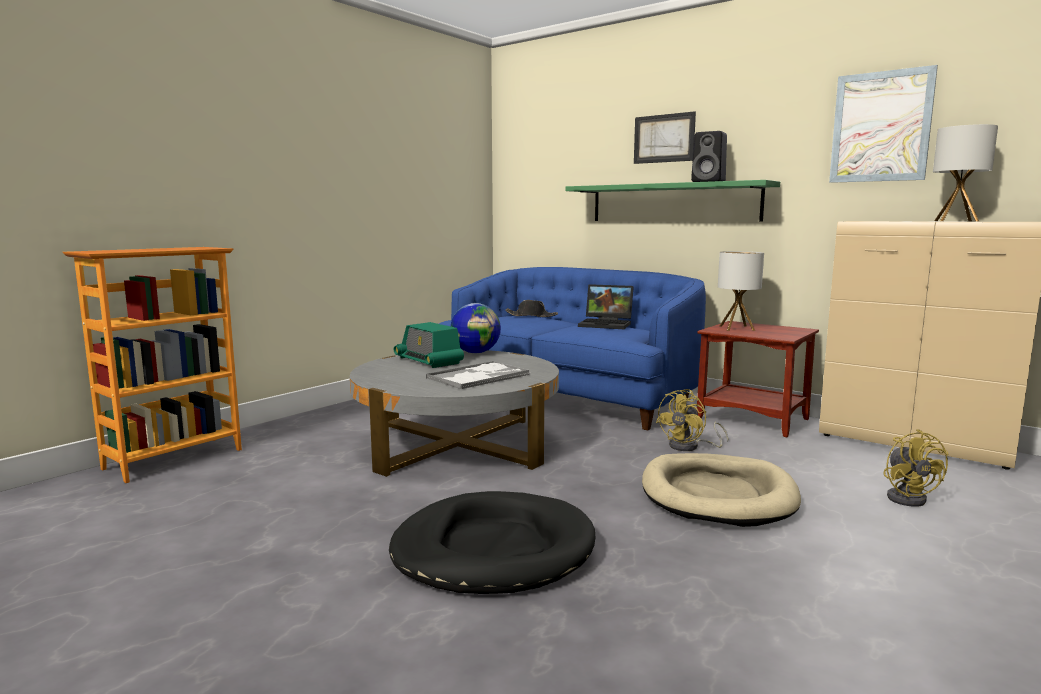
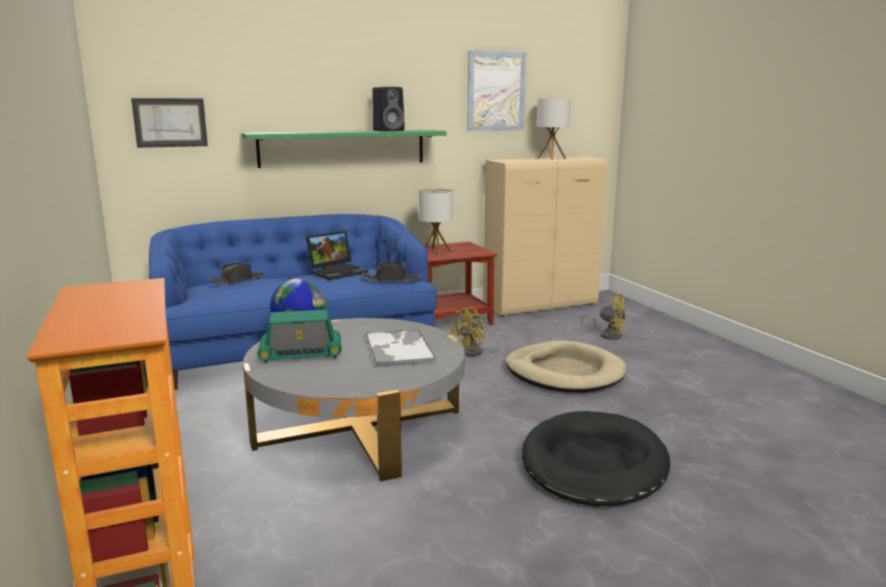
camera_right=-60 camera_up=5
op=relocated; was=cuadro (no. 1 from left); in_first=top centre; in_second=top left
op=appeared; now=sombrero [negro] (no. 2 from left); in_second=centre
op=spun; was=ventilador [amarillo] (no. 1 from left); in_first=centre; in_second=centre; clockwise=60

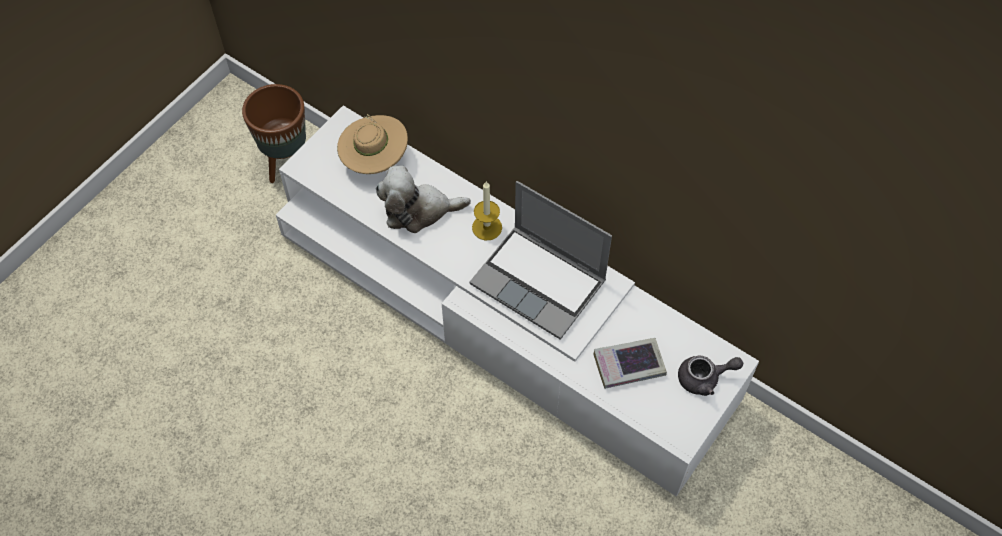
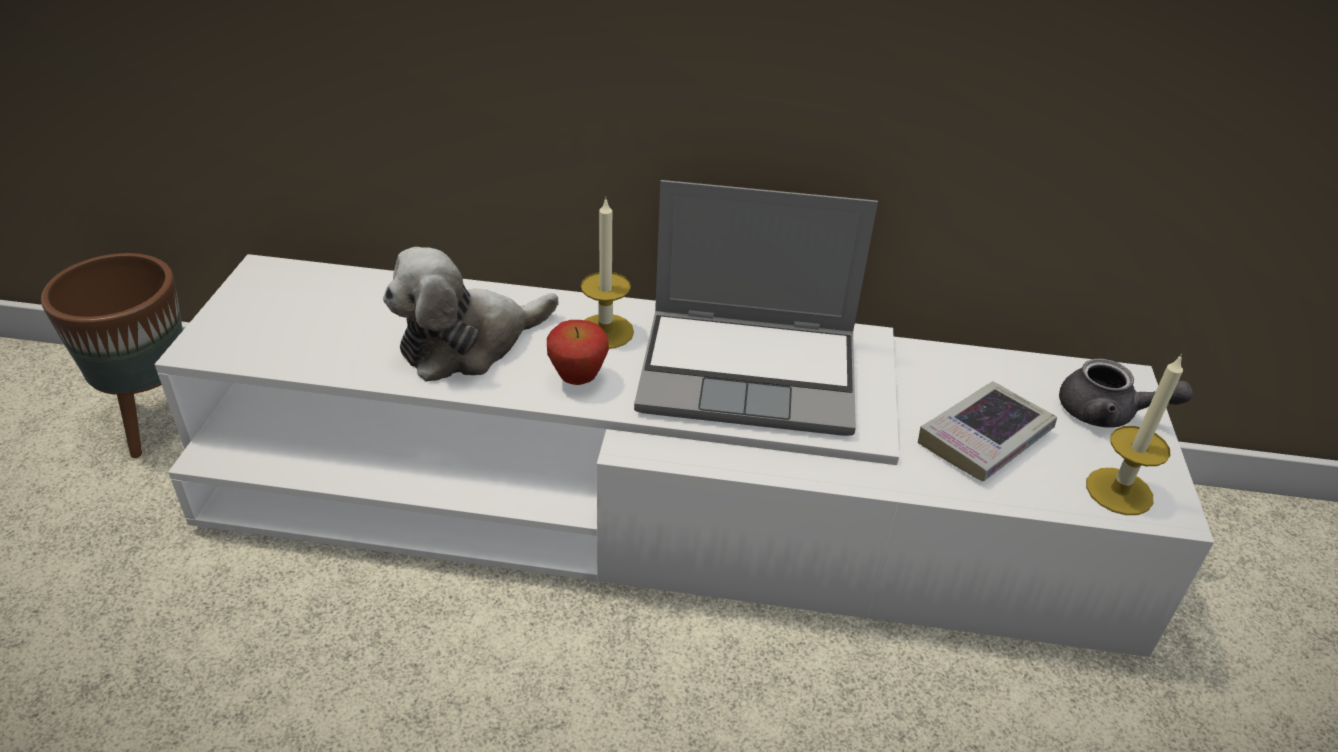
camera_right=-30 camera_up=-20
op=appeared; now=manzana; in_second=centre
op=spun; was=tetera [gris]; in_first=bottom right; in_second=middle right; clockwise=60
op=appeared; now=vela (no. 2 from left); in_second=middle right
op=missing; was=sombrero [beis]; in_first=top centre

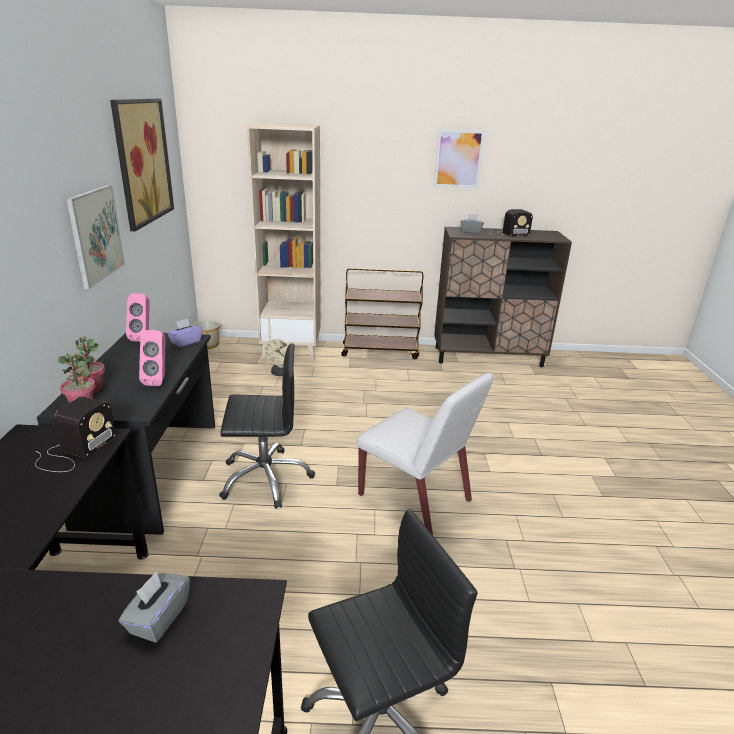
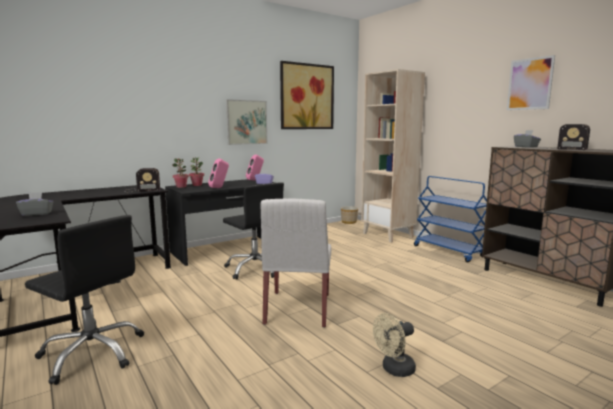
camera_right=55 camera_up=-15
op=relocated; was=ventilador [beis]; in_first=centre; in_second=bottom centre
op=colour; was=carrito [marrón]; now=carrito [azul]; in_first=centre; in_second=middle right

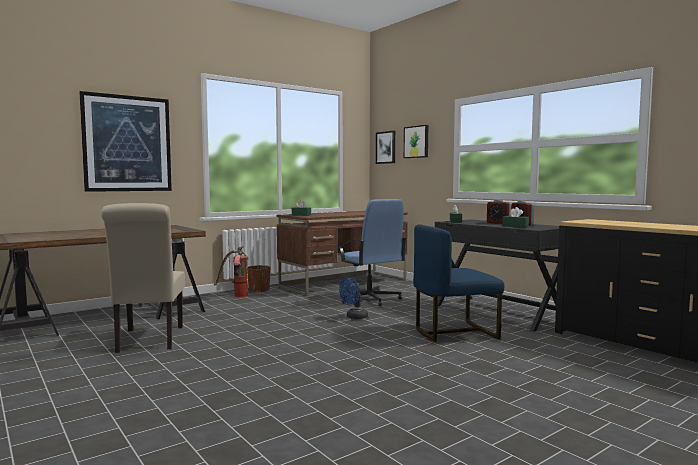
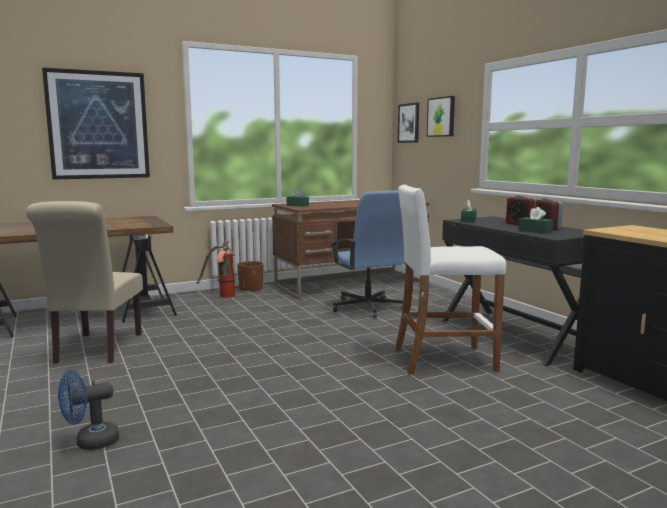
camera_right=10 camera_up=5
op=relocated; was=ventilador [azul]; in_first=centre; in_second=bottom left
op=exchanged; was=silla [azul]; now=taburete [blanco]; in_first=centre; in_second=middle right

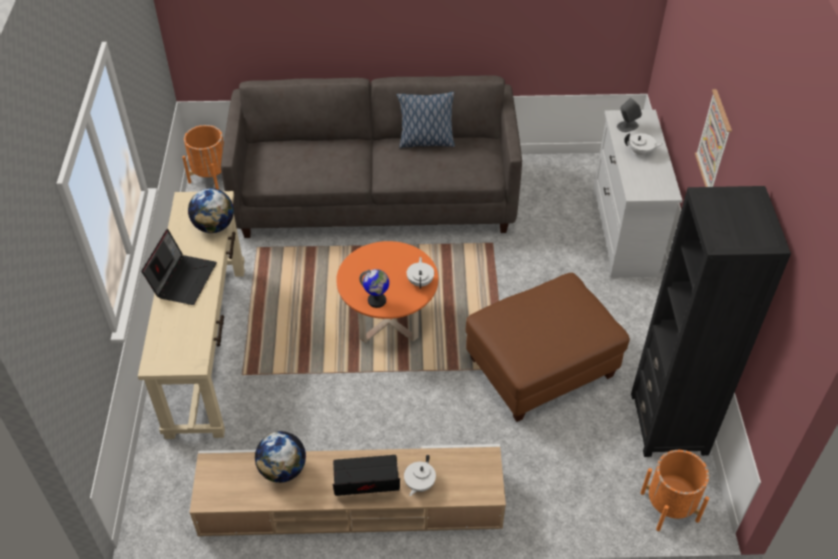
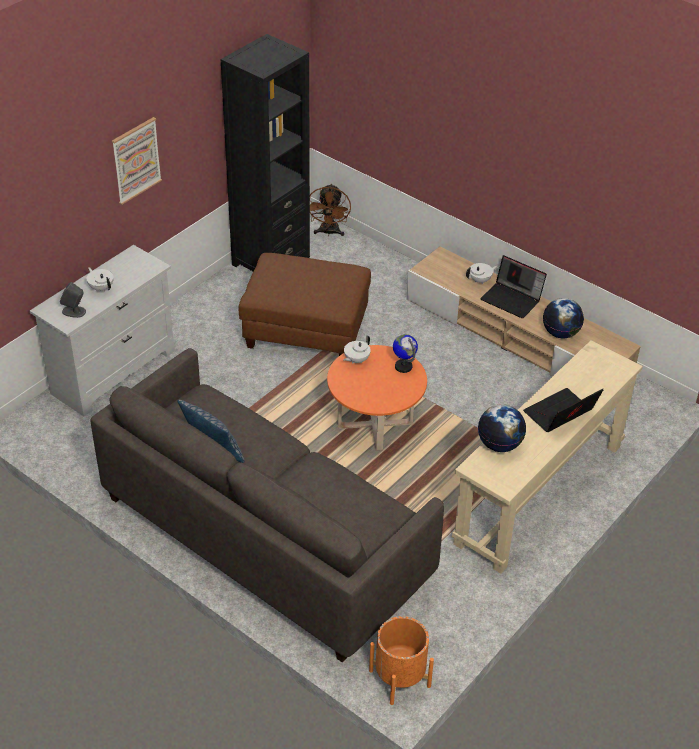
camera_right=-140 camera_up=-5
op=exchanged; was=maceta [naranja] (no. 2 from left); now=ventilador [marrón]; in_first=bottom right; in_second=top centre

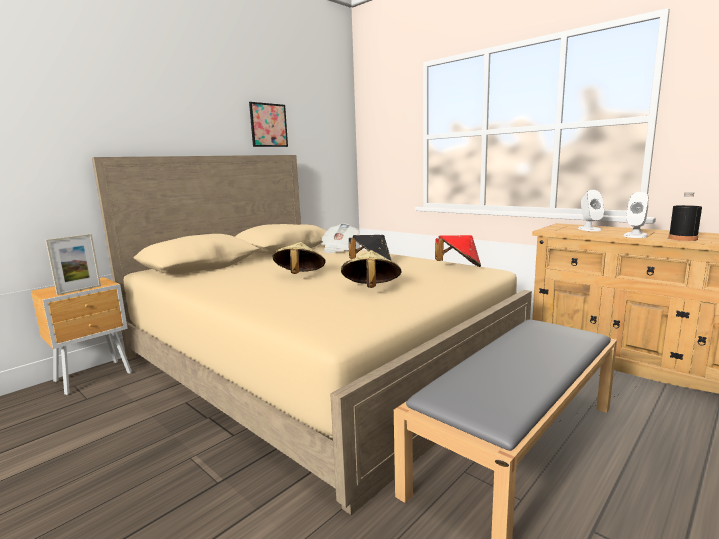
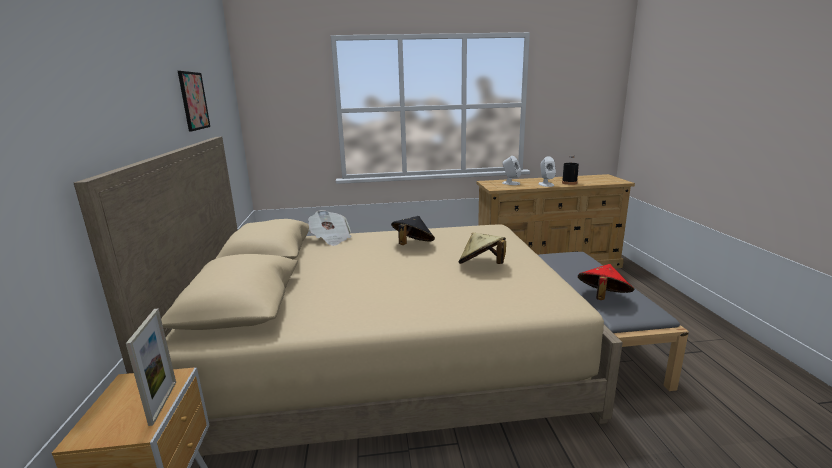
camera_right=-50 camera_up=5
op=relocated; was=sombrero [rojo]; in_first=centre; in_second=middle right
op=missing; was=sombrero [beis] (no. 1 from left); in_first=centre

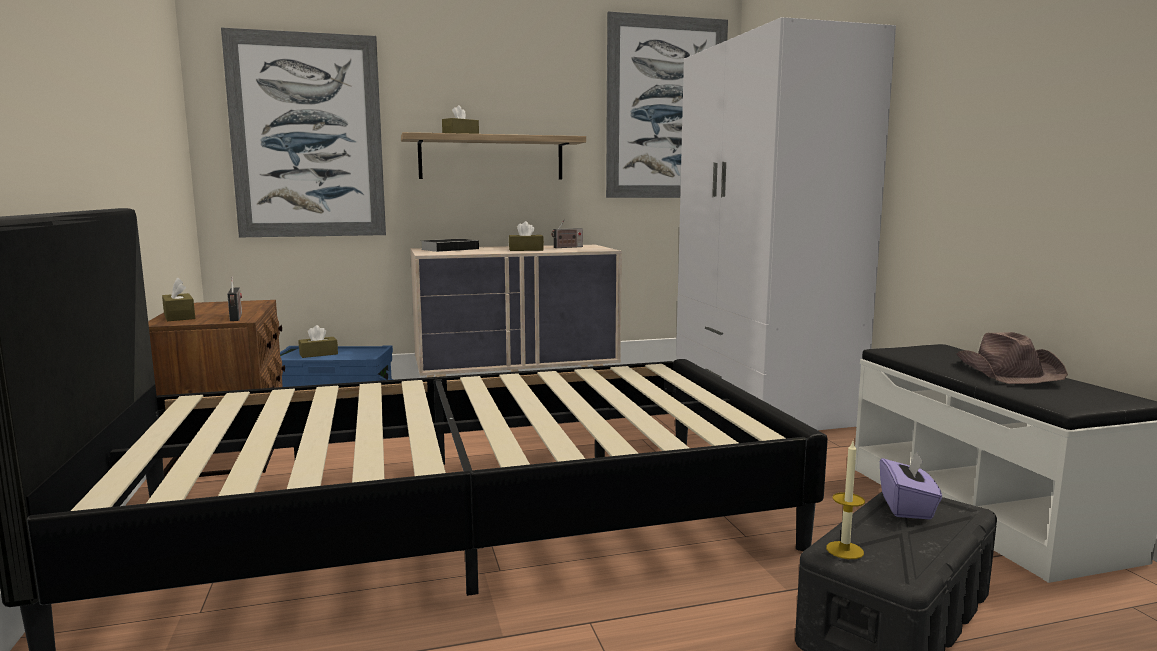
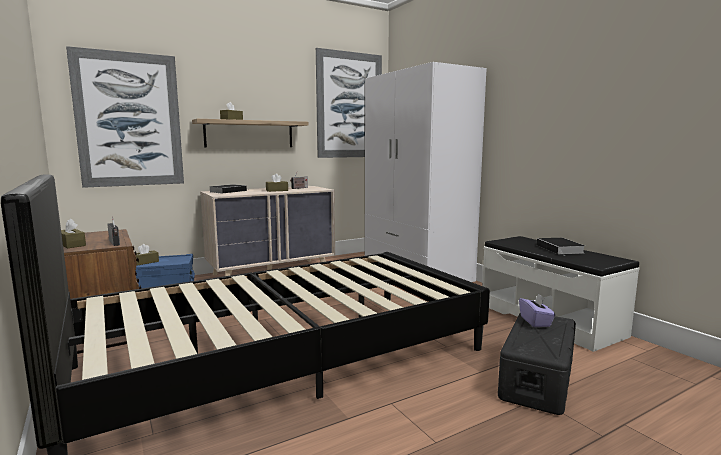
camera_right=-15 camera_up=0
op=exchanged; was=sombrero [marrón]; now=libro (no. 2 from left); in_first=middle right; in_second=middle right
op=missing; was=vela; in_first=bottom right

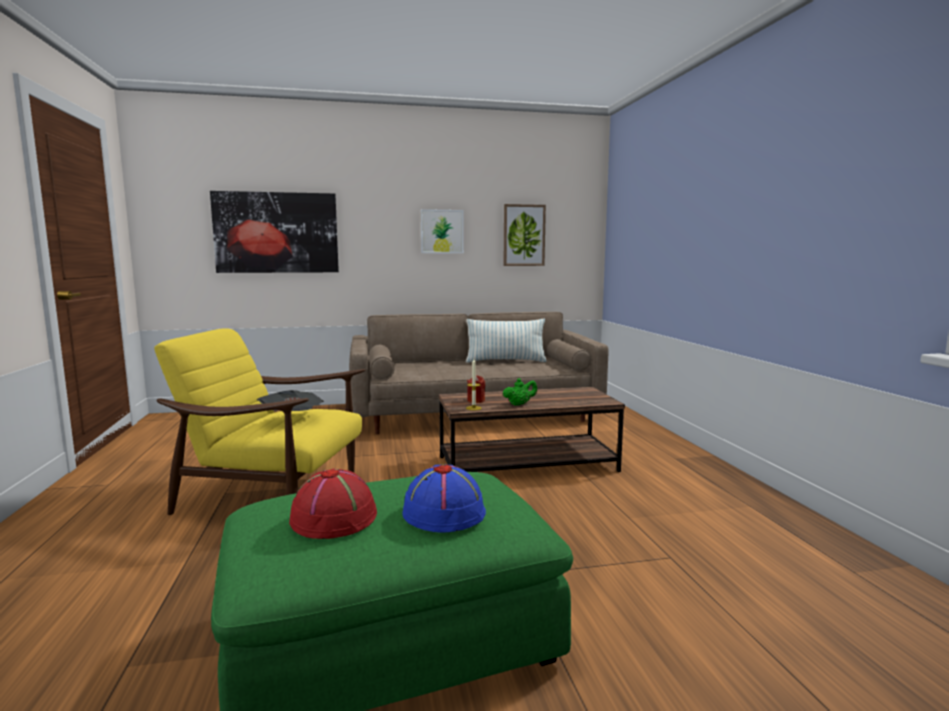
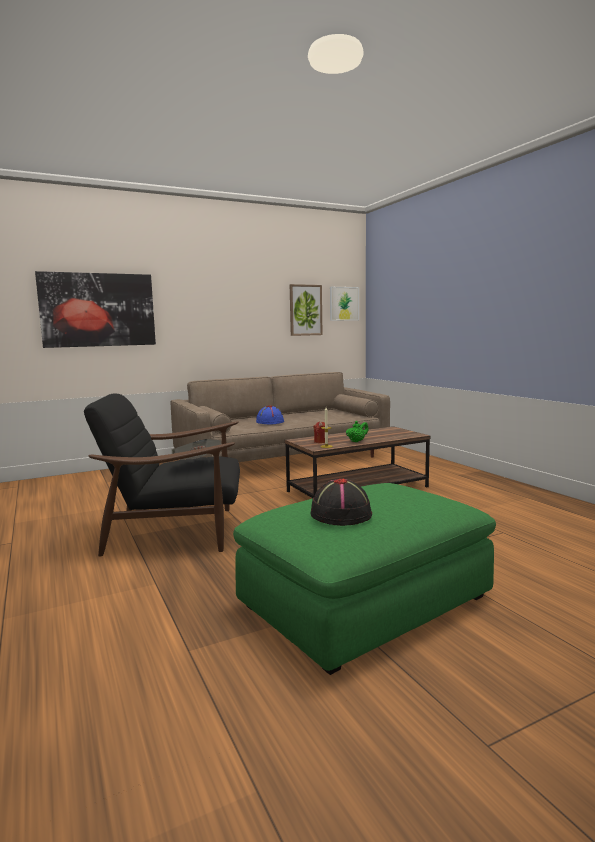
camera_right=-15 camera_up=0
op=colour; was=sillón [amarillo]; now=sillón [negro]; in_first=middle left; in_second=middle left
op=relocated; was=sombrero [azul]; in_first=bottom centre; in_second=centre
op=colour; was=sombrero [rojo]; now=sombrero [negro]; in_first=bottom centre; in_second=centre
op=relocated; was=cuadro (no. 2 from left in the first image); now=cuadro (no. 3 from left); in_first=top centre; in_second=centre
op=missing; was=cojín; in_first=centre

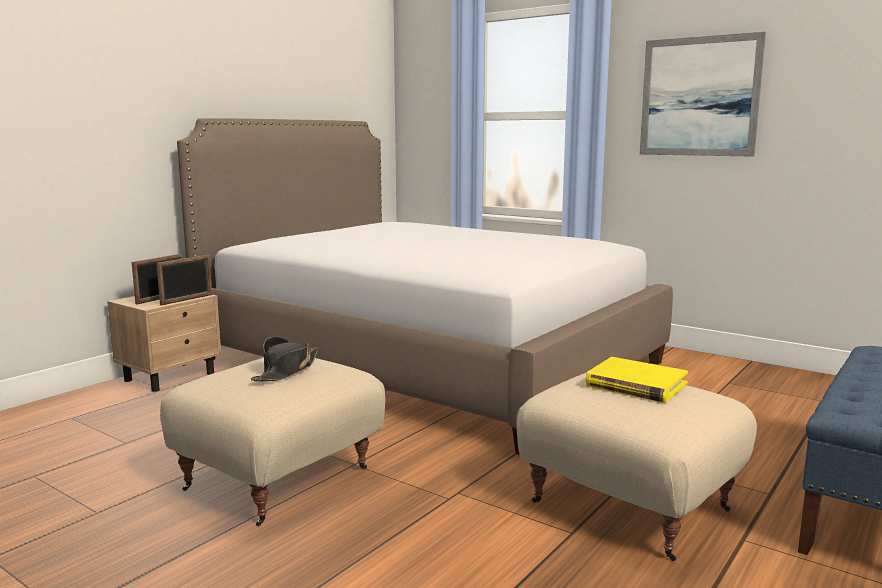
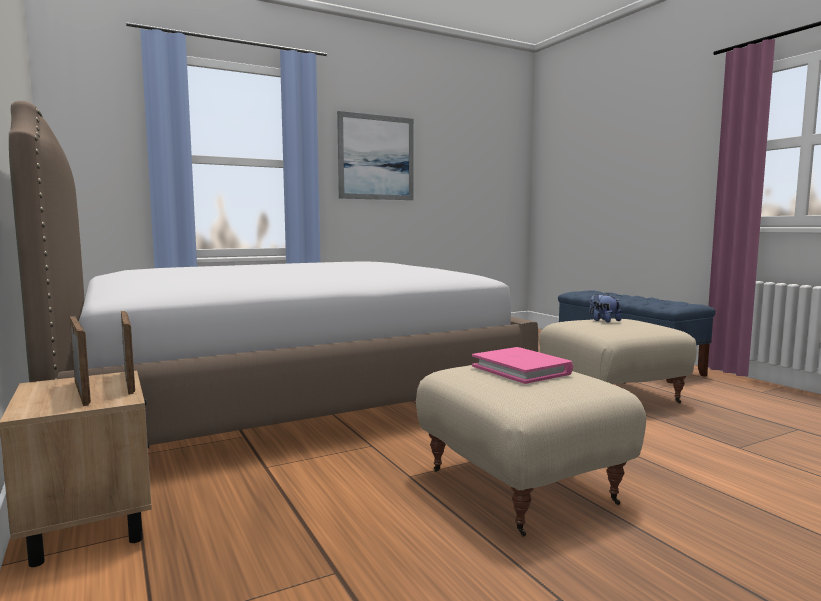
camera_right=-65 camera_up=-5
op=exchanged; was=sombrero [negro]; now=libro [rosa]; in_first=middle left; in_second=centre
op=exchanged; was=libro [amarillo]; now=peluche; in_first=middle right; in_second=middle right

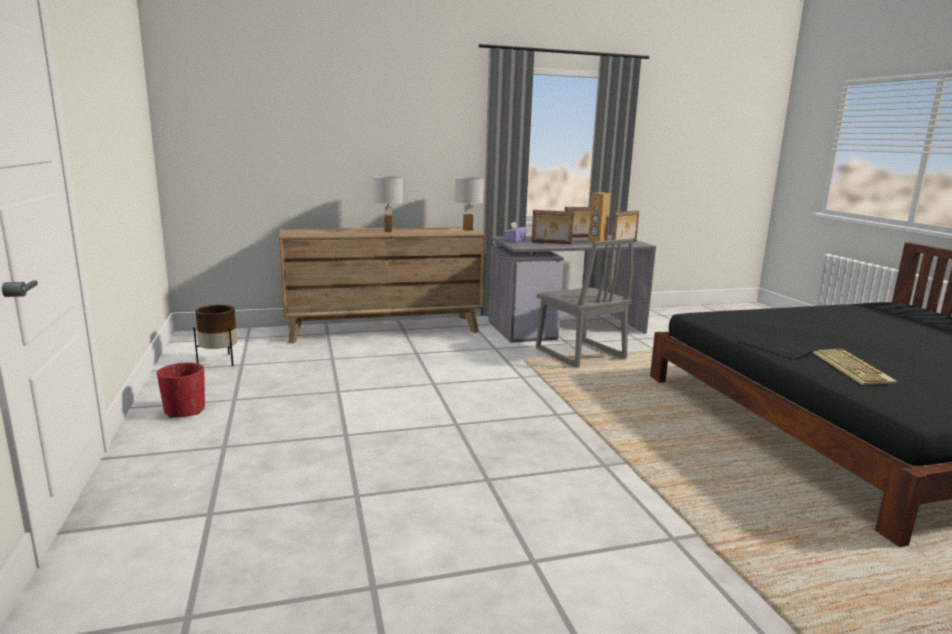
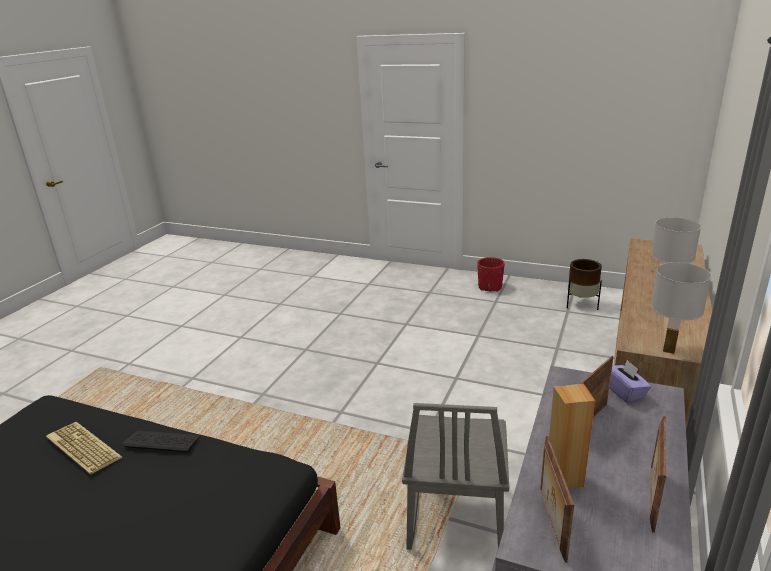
camera_right=130 camera_up=10
op=spun; was=silla [gris]; in_first=centre; in_second=bottom centre; clockwise=-90

